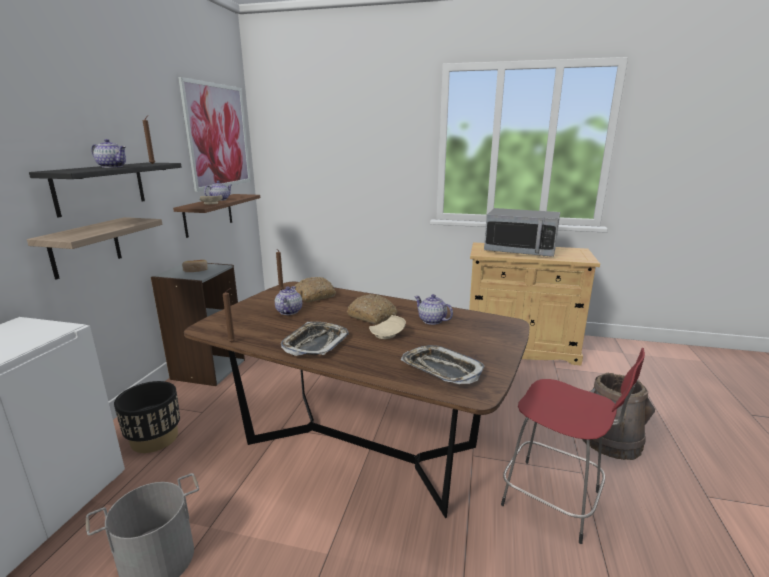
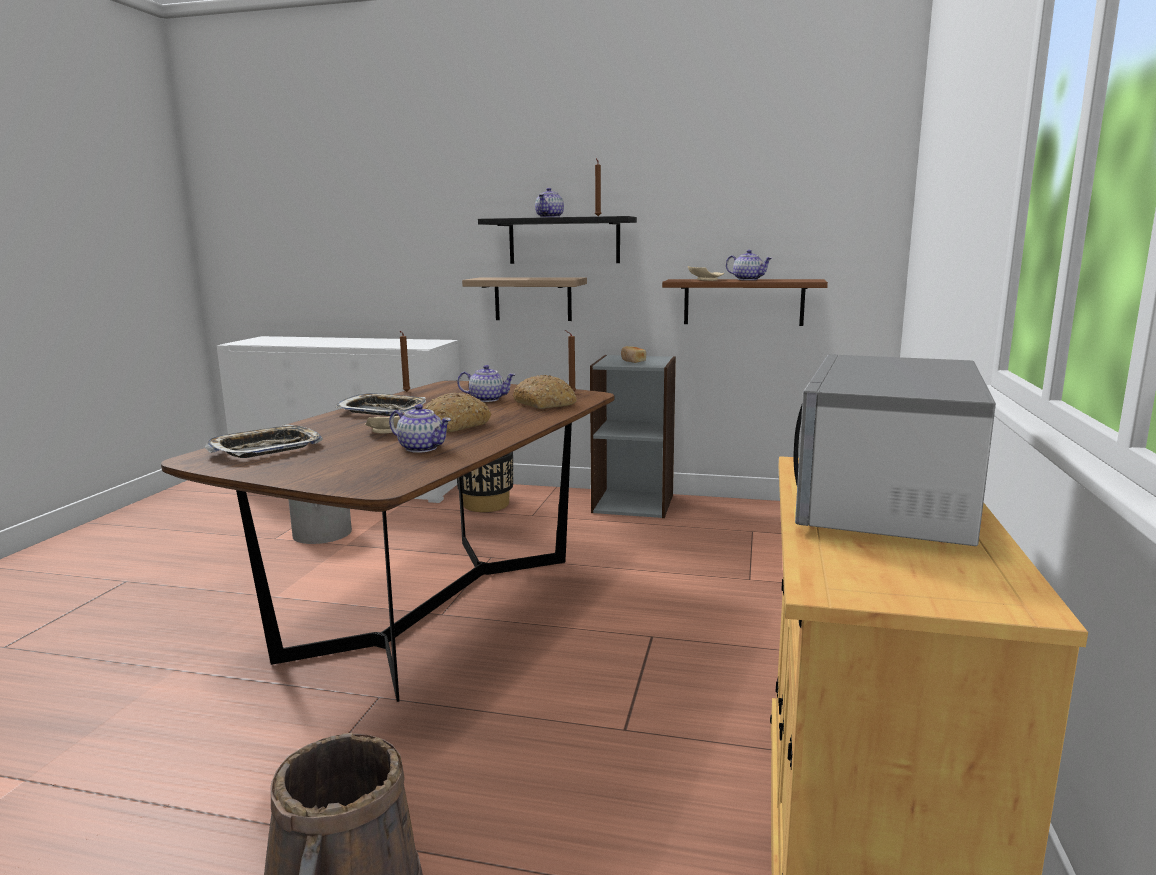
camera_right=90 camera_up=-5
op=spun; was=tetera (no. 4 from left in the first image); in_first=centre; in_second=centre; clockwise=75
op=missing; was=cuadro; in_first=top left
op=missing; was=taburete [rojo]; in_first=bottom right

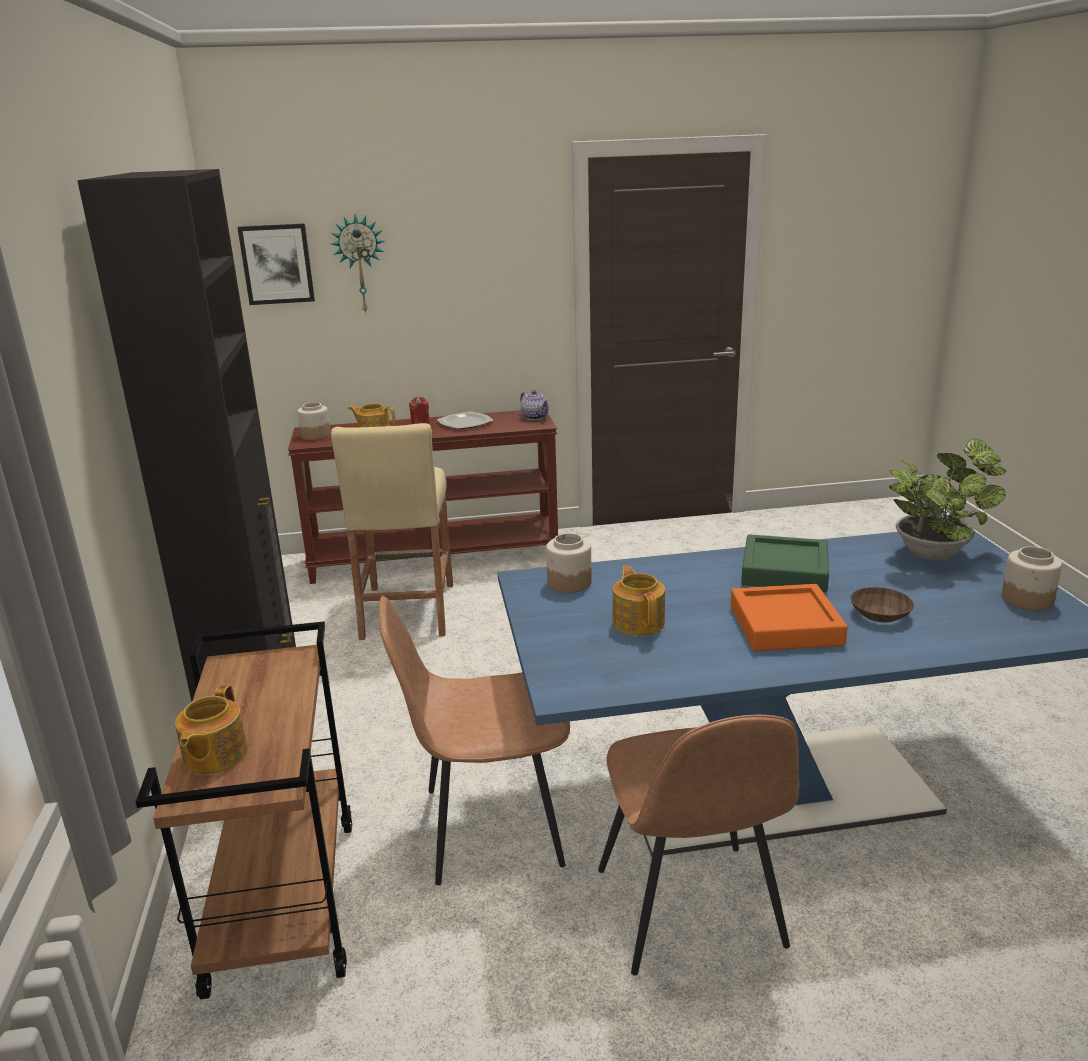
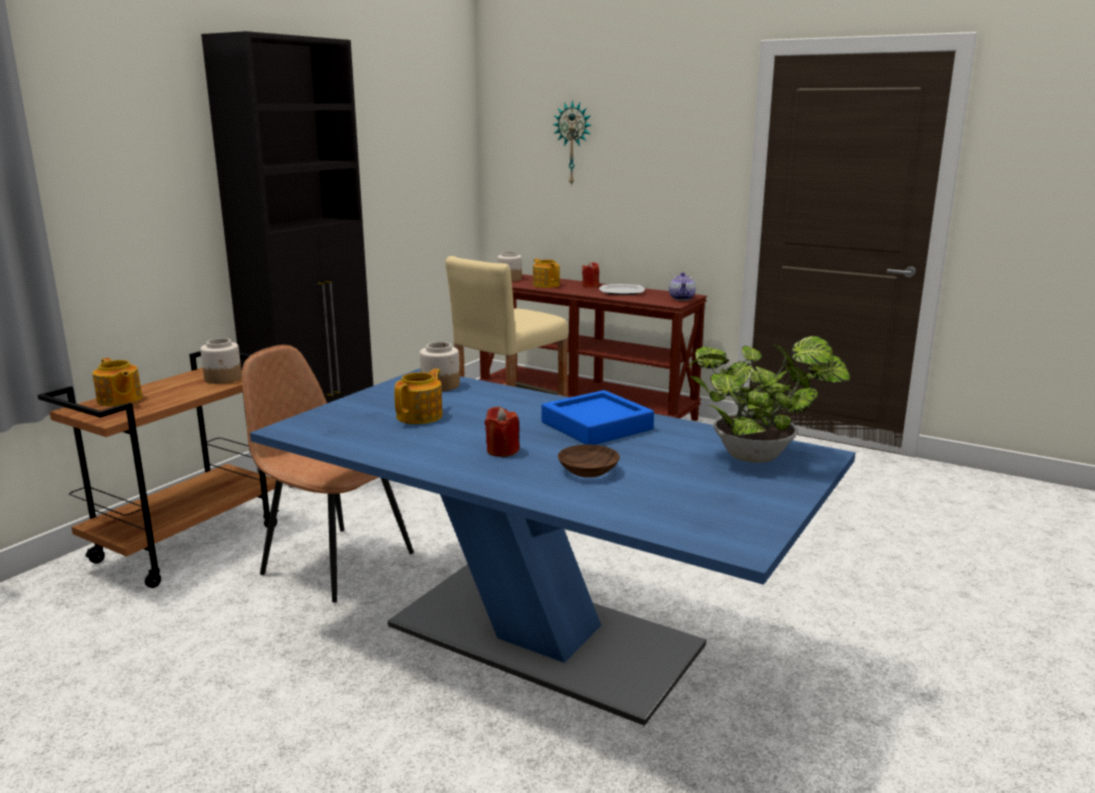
camera_right=40 camera_up=-5
op=spun; was=tetera (no. 1 from left); in_first=bottom left; in_second=middle left; clockwise=-90
op=relocated; was=tarro (no. 3 from left in the first image); now=tarro (no. 1 from left); in_first=middle right; in_second=middle left
op=exchanged; was=bandeja [naranja]; now=vela [rojo] (no. 1 from left); in_first=middle right; in_second=centre
op=colour; was=bandeja [verde]; now=bandeja [azul]; in_first=middle right; in_second=centre
op=missing; was=cuadro; in_first=top left
op=missing; was=silla [marrón] (no. 2 from left); in_first=bottom centre

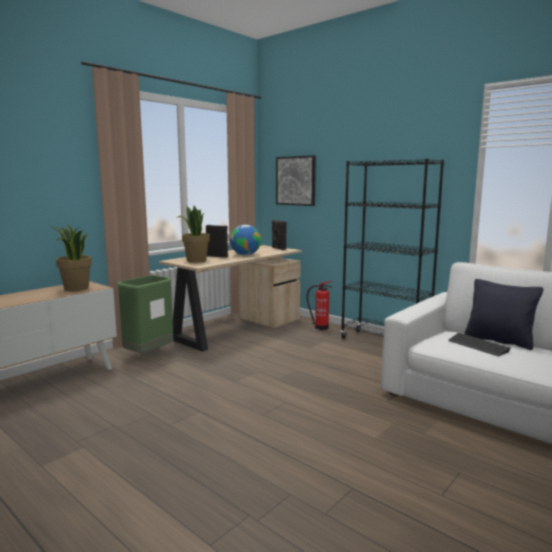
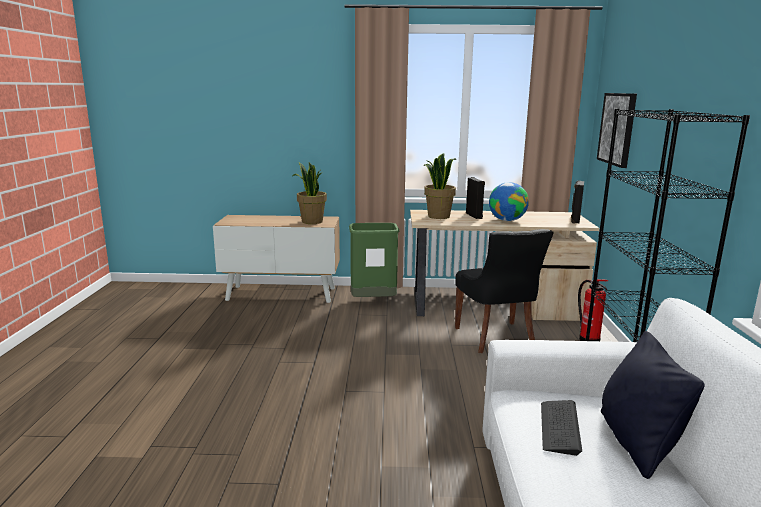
camera_right=50 camera_up=5
op=appeared; now=silla [negro]; in_second=centre

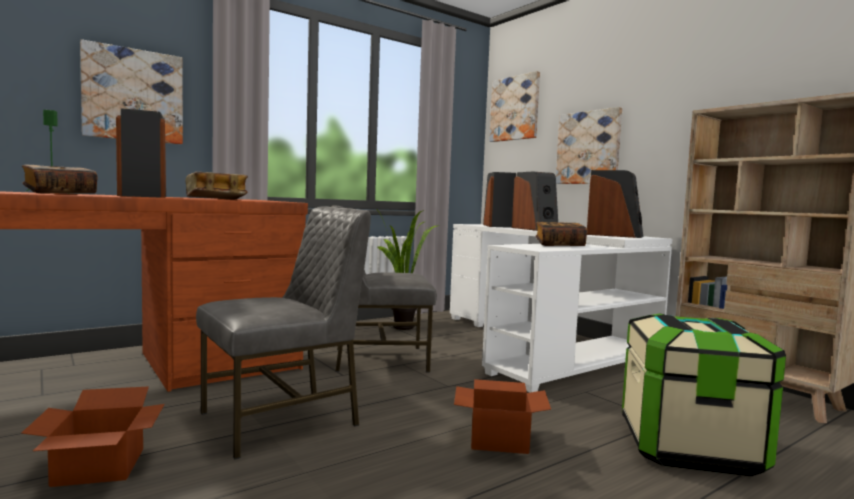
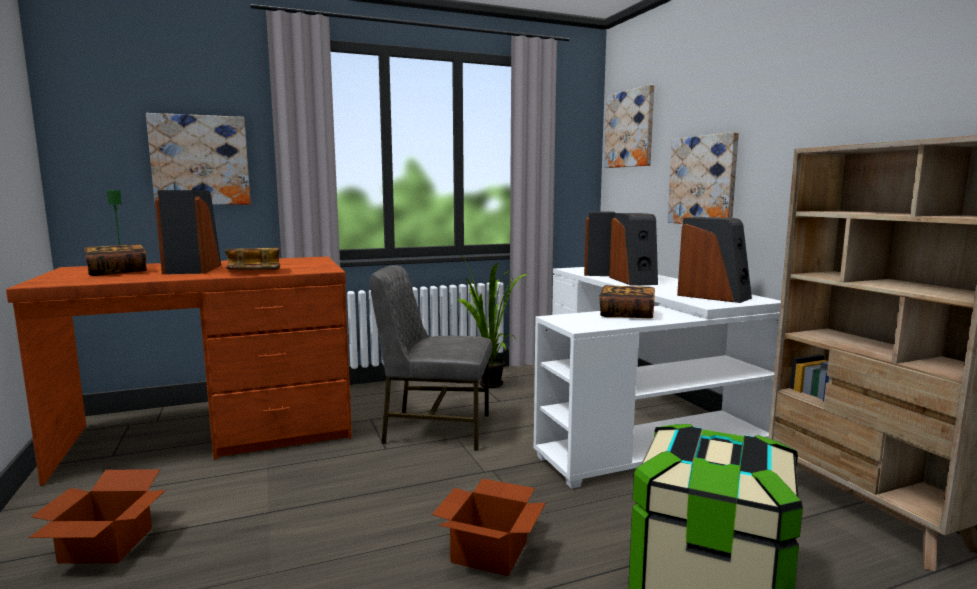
camera_right=15 camera_up=5
op=missing; was=silla [gris] (no. 1 from left); in_first=middle left

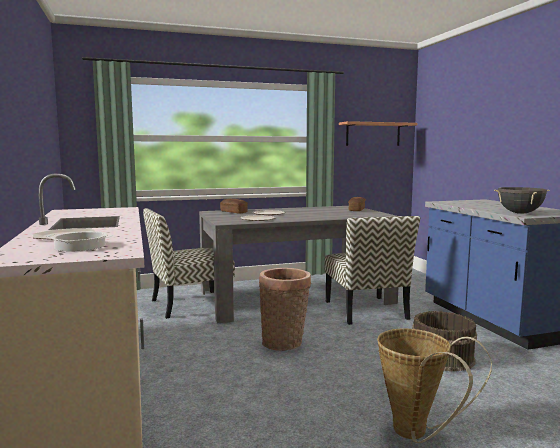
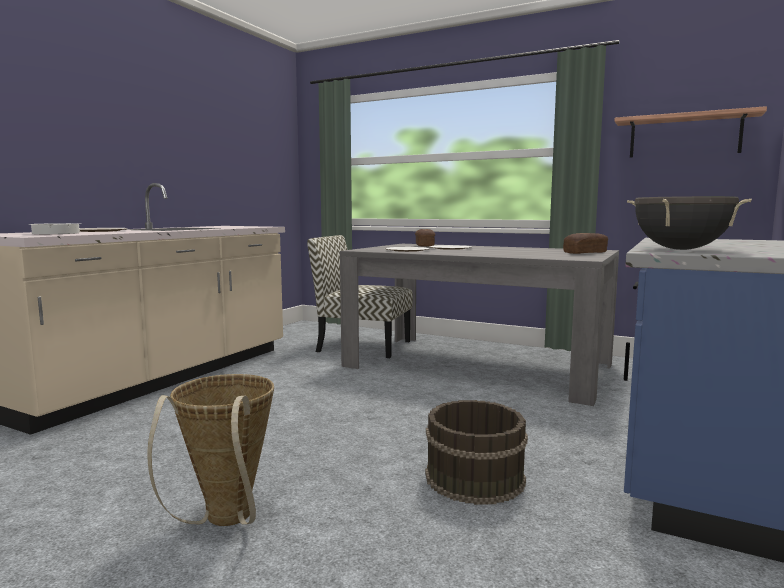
camera_right=45 camera_up=0
op=missing; was=cesta (no. 1 from left); in_first=bottom centre
op=missing; was=silla (no. 2 from left); in_first=centre

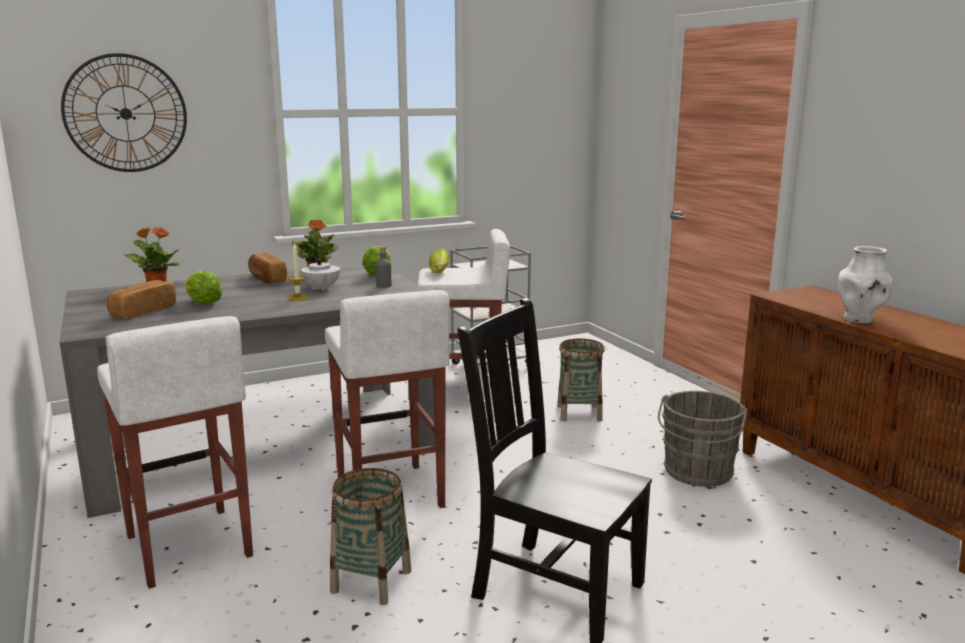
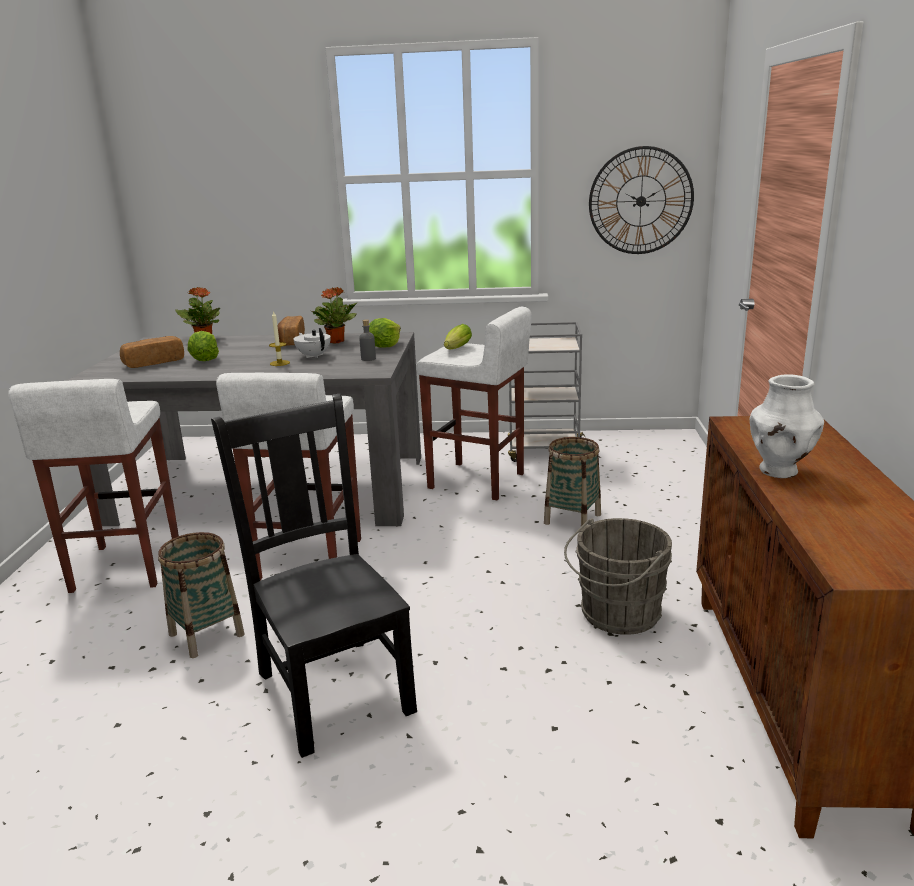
camera_right=30 camera_up=5
op=spun; was=tetera [blanco]; in_first=middle left; in_second=centre; clockwise=135
op=relocated; was=reloj de pared; in_first=top left; in_second=top right

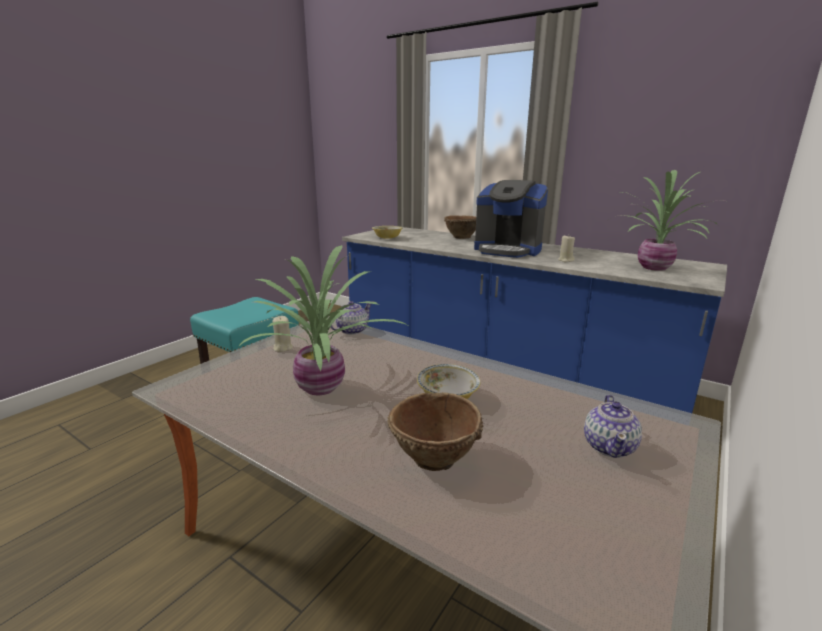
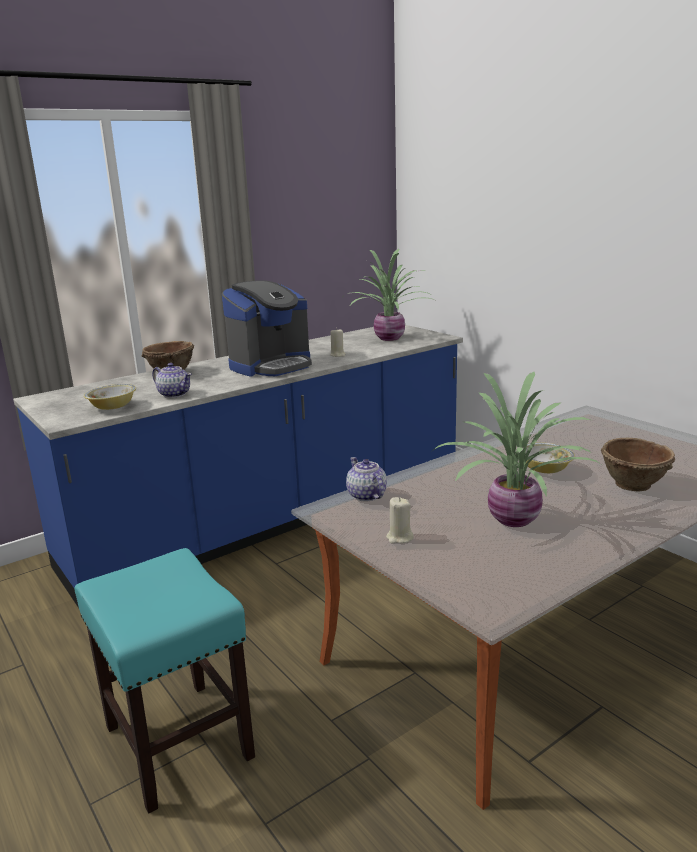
camera_right=-70 camera_up=0
op=relocated; was=tetera (no. 2 from left in the first image); now=tetera (no. 1 from left); in_first=bottom right; in_second=middle left

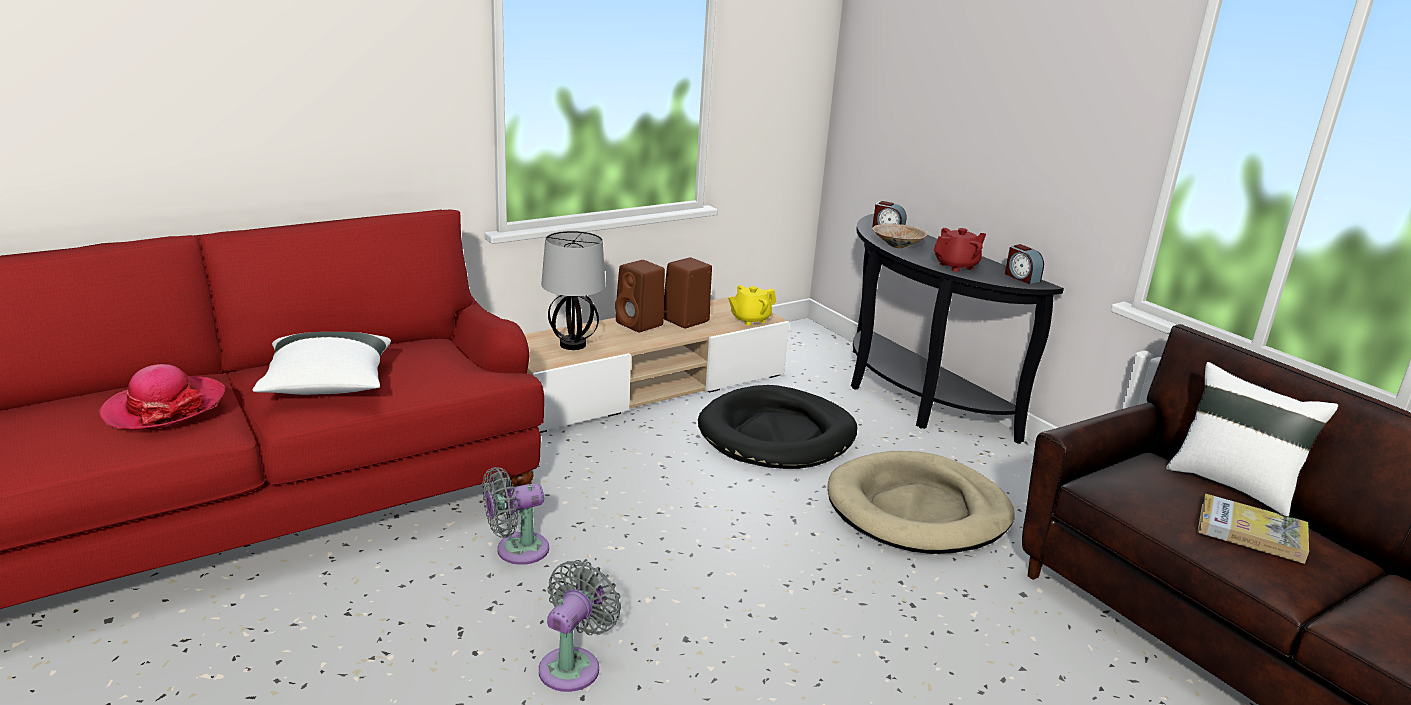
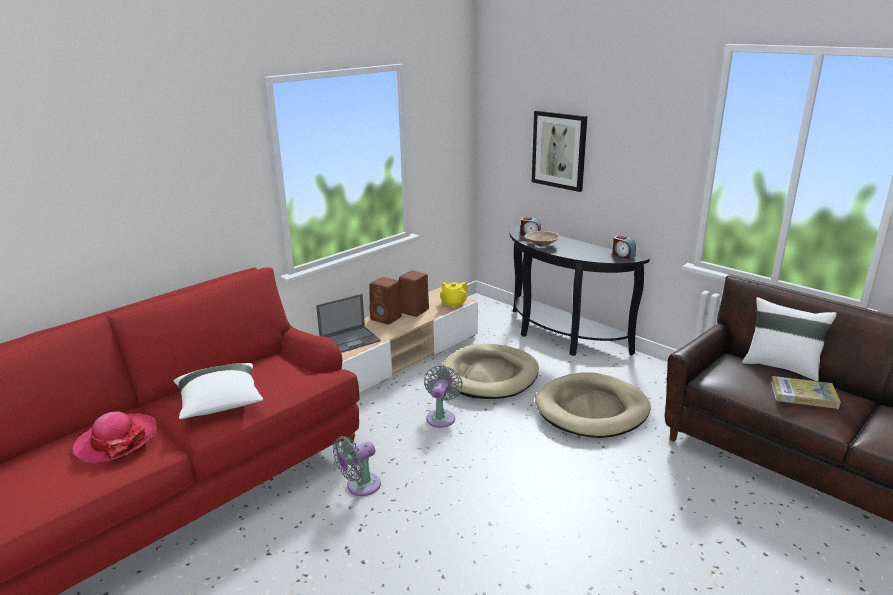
camera_right=-10 camera_up=0
op=exchanged; was=lámpara de mesa; now=portátil; in_first=centre; in_second=centre
op=relocated; was=ventilador [gris] (no. 2 from left); in_first=bottom centre; in_second=centre
op=colour; was=cama para perro [negro]; now=cama para perro [beis] (no. 1 from left); in_first=centre; in_second=centre
op=appeared; now=cuadro; in_second=top centre
op=missing; was=tetera [rojo]; in_first=middle right

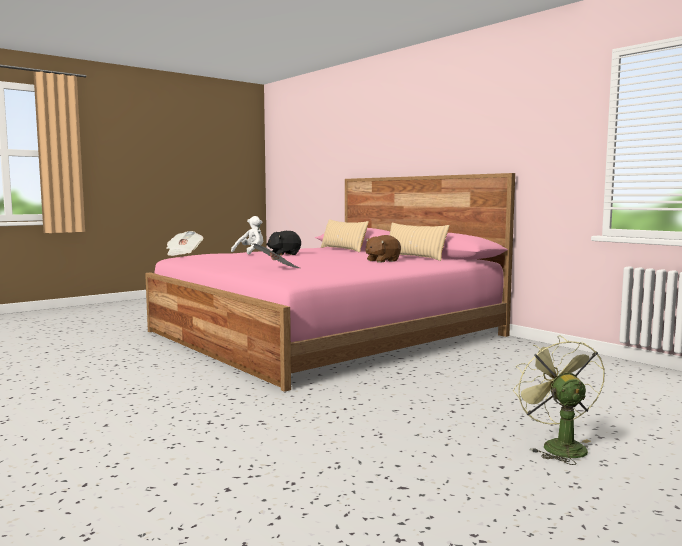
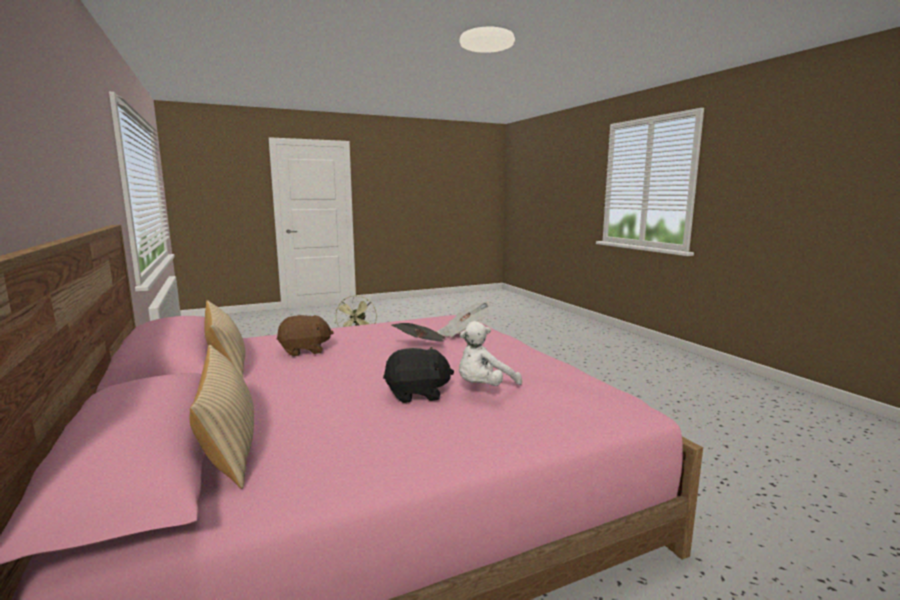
camera_right=-165 camera_up=5
op=relocated; was=periódico (no. 1 from left); in_first=middle left; in_second=centre

